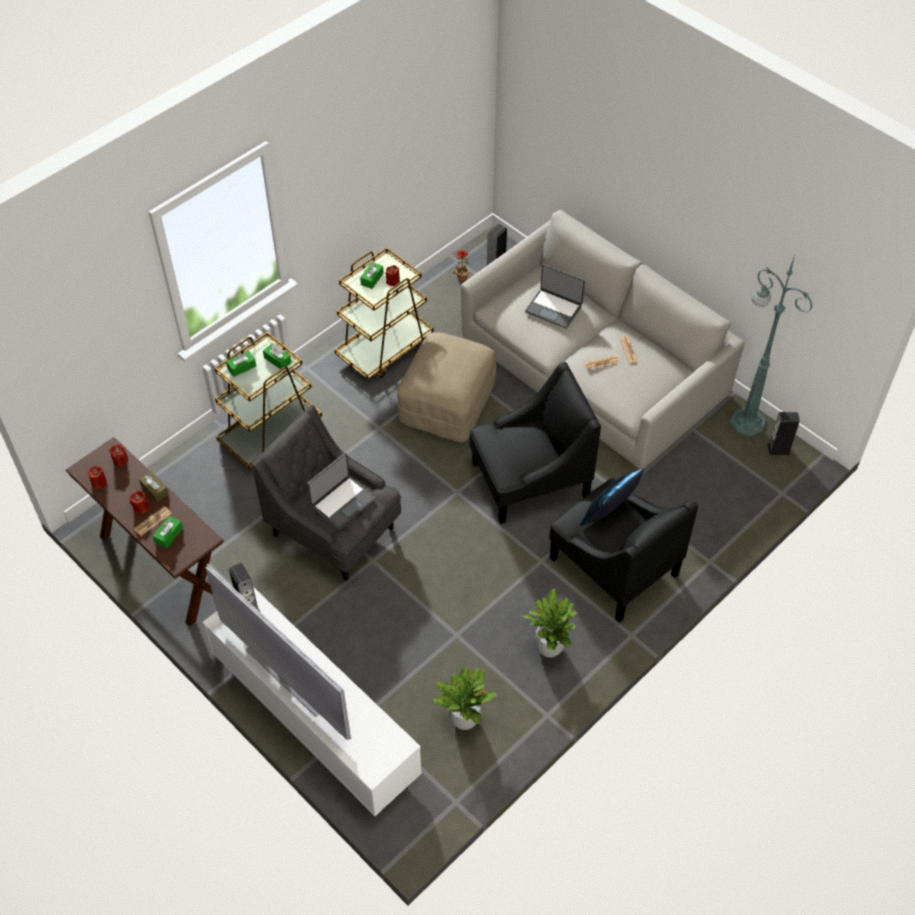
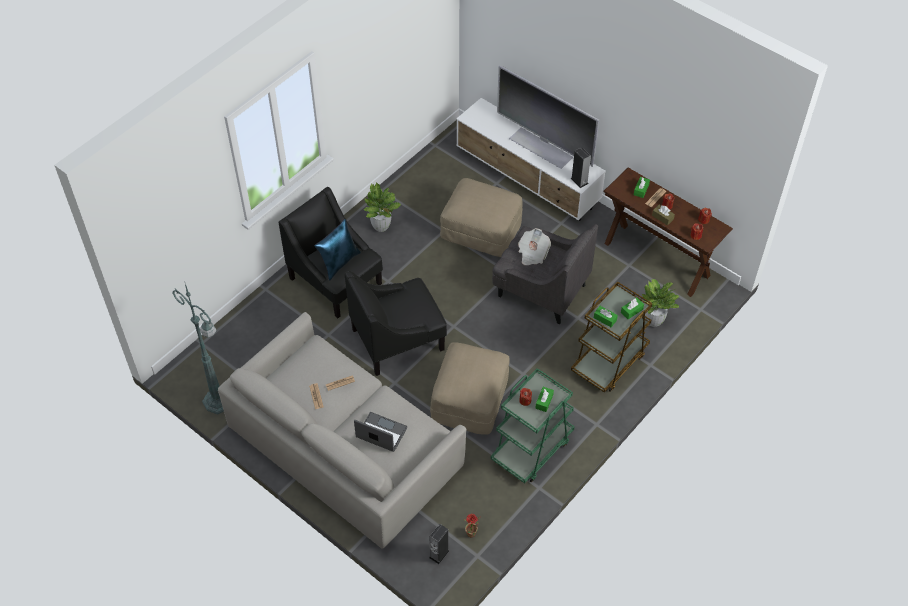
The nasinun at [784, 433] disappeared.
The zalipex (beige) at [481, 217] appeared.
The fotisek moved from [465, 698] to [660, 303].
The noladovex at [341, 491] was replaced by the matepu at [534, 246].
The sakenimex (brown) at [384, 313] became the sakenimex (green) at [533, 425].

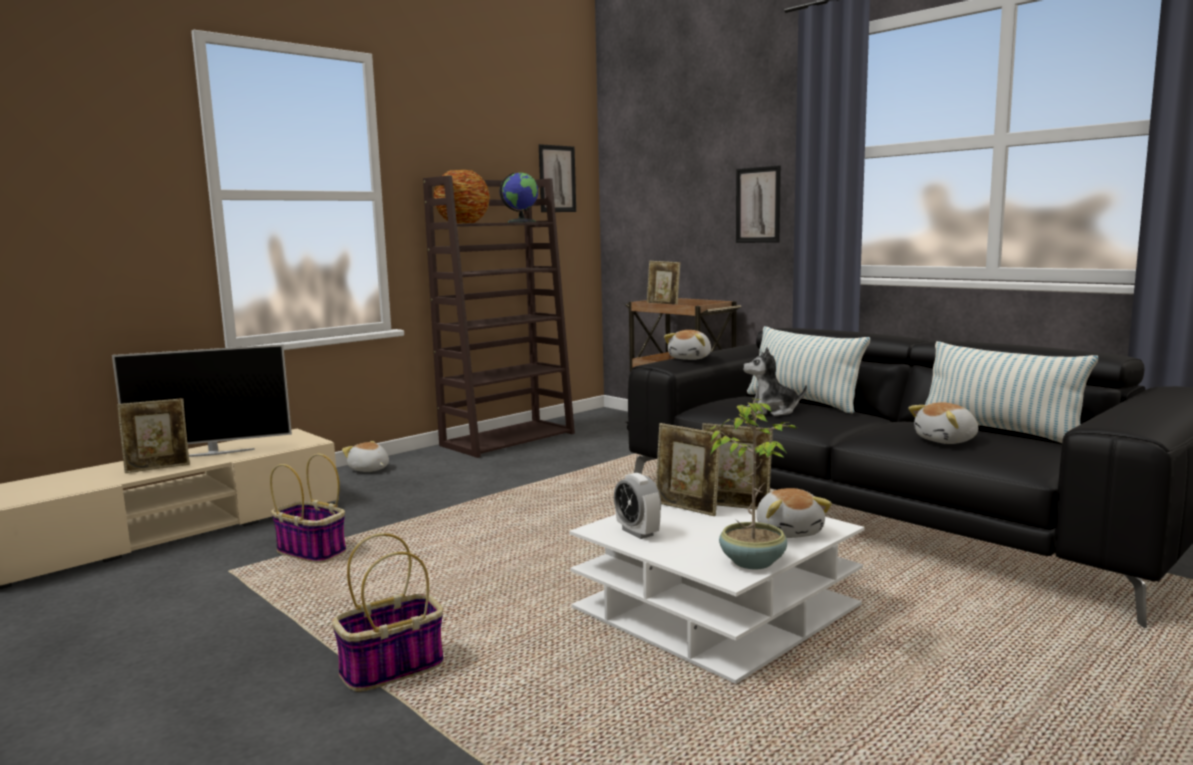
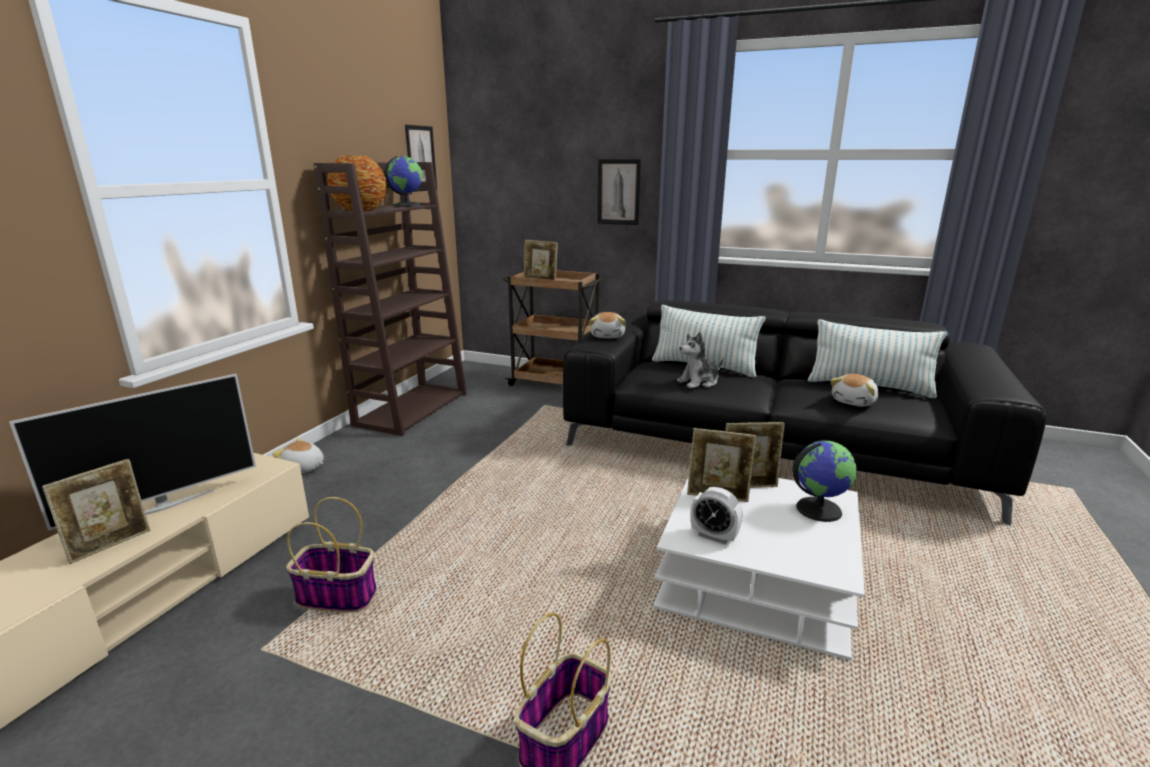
The fotisek at [752, 483] disappeared.
The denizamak at [794, 513] was replaced by the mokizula at [824, 481].

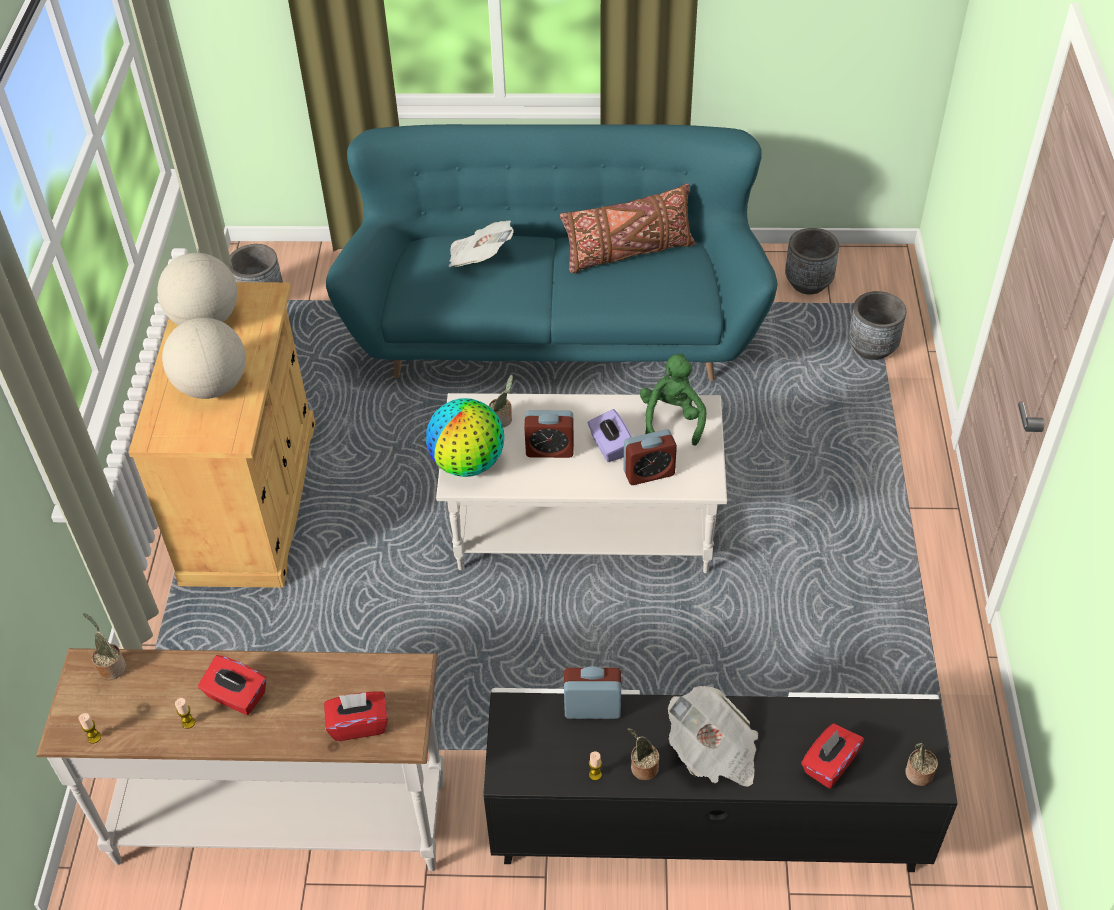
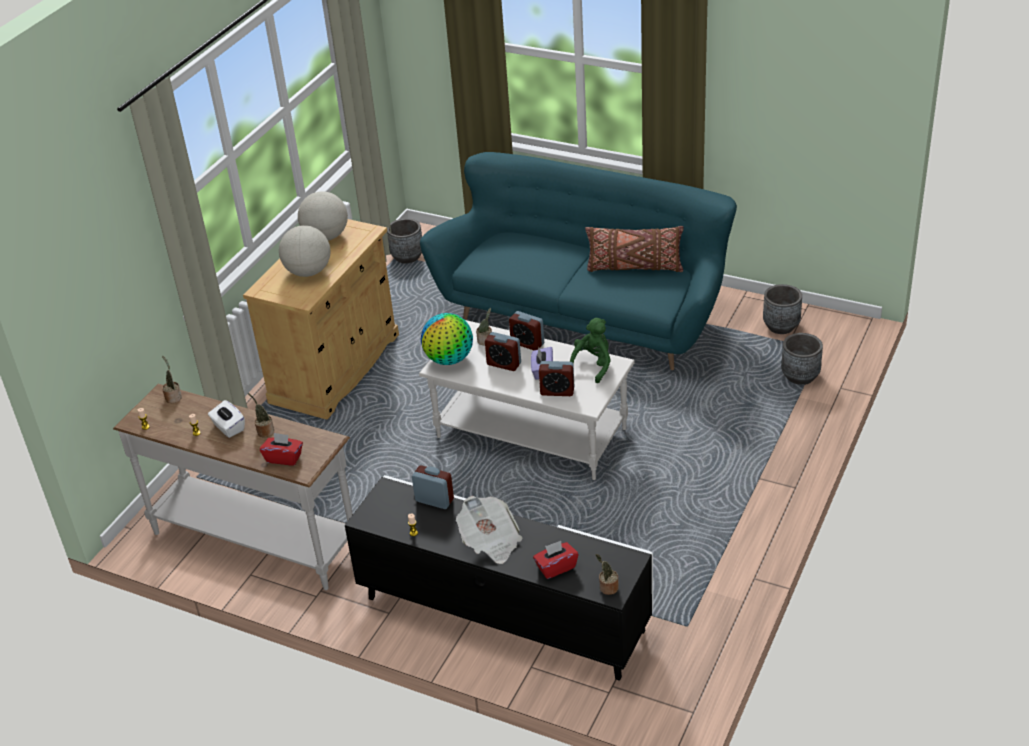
The matepu at [481, 243] disappeared.
The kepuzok at [526, 330] appeared.
The fotisek moved from [643, 754] to [261, 415].
The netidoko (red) at [232, 685] became the netidoko (white) at [226, 419].

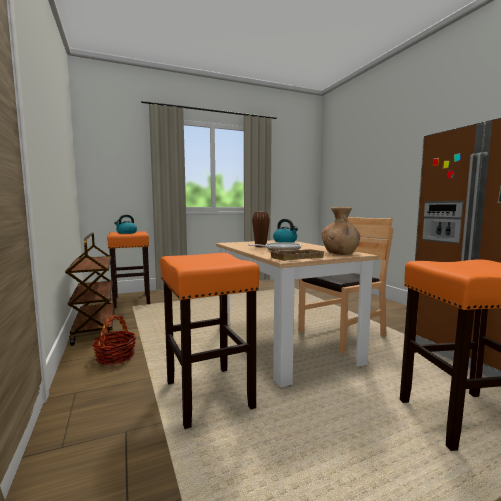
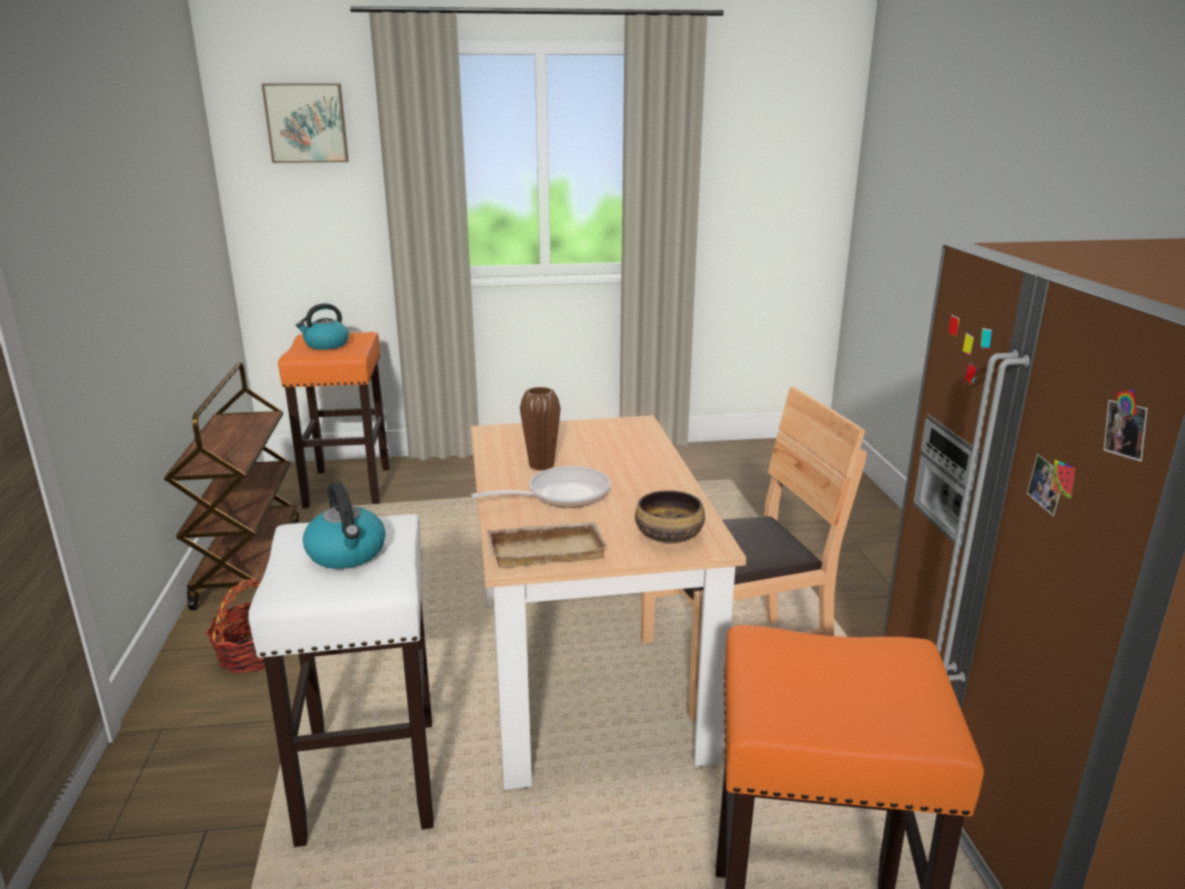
The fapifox at [305, 123] appeared.
The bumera moved from [285, 231] to [344, 525].
The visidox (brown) at [341, 231] was replaced by the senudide at [670, 516].
The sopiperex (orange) at [209, 341] became the sopiperex (white) at [340, 680].

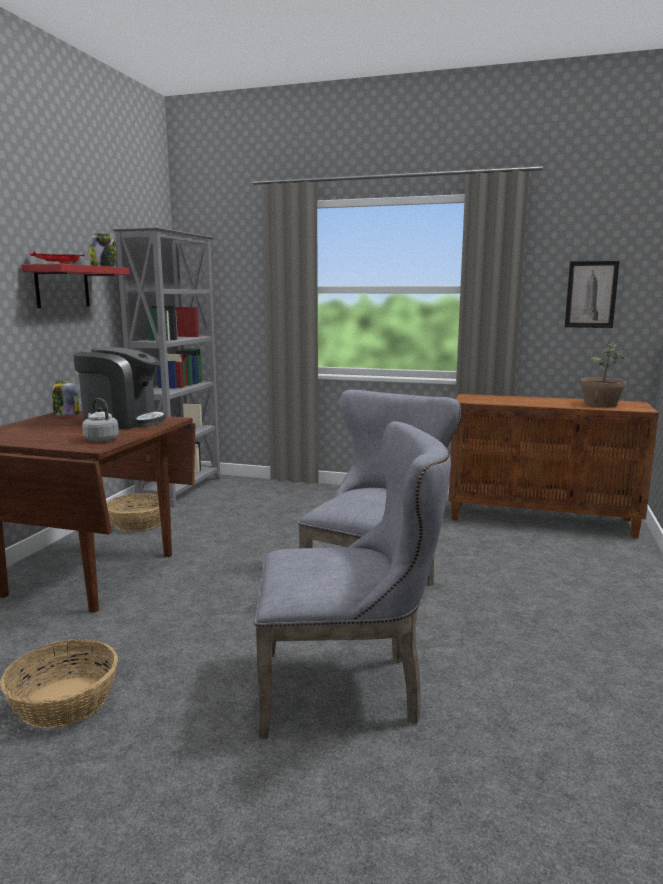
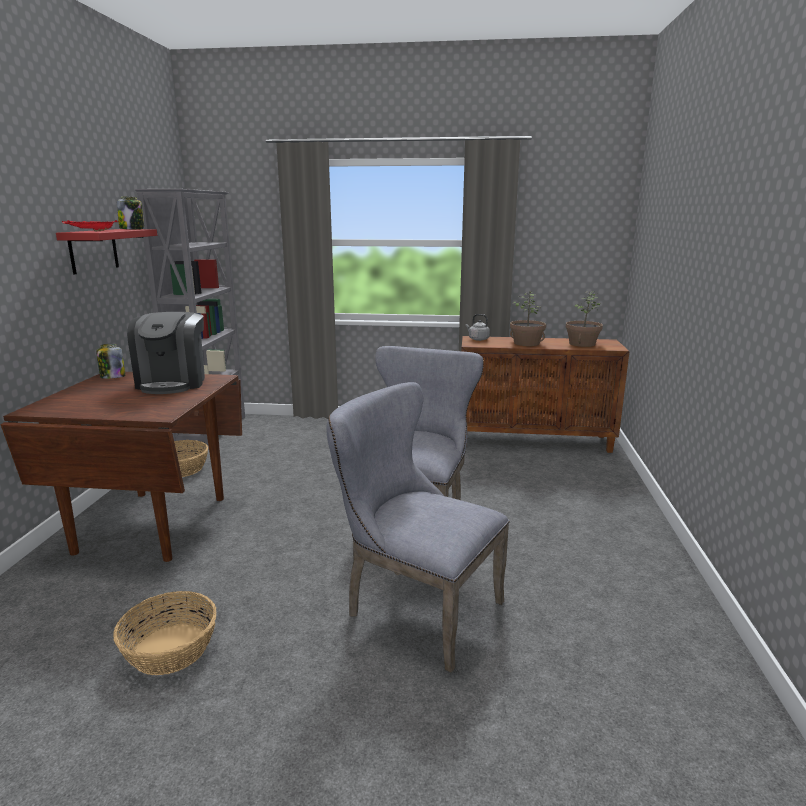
The fapifox at [592, 294] disappeared.
The fotisek at [528, 319] appeared.
The bumera (grey) moved from [100, 420] to [478, 327].
The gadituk at [119, 388] turned 90 degrees clockwise.
The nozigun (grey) at [353, 580] turned 135 degrees counterclockwise.

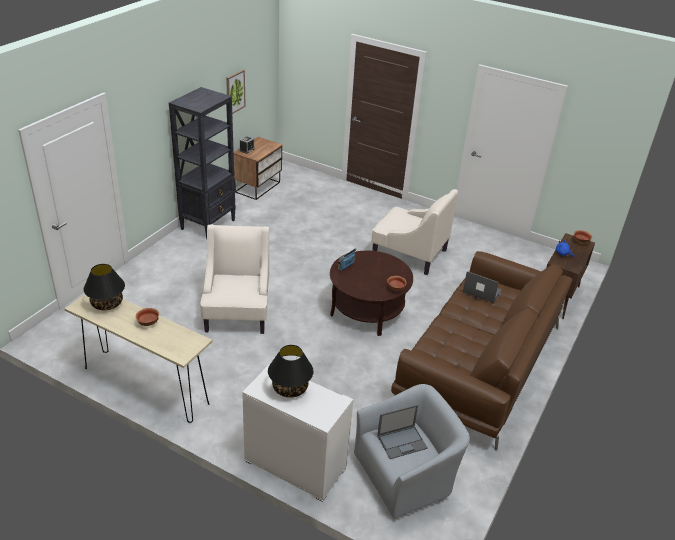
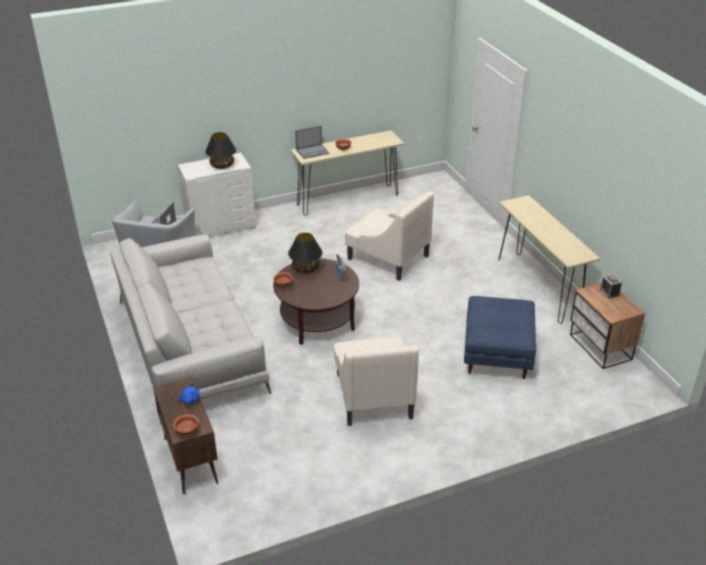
The fapifox at [236, 92] disappeared.
The zalipex (blue) at [500, 337] appeared.
The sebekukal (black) moved from [104, 287] to [305, 253].
The noladovex moved from [482, 287] to [312, 142].
The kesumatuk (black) at [202, 163] was replaced by the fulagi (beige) at [549, 259].
The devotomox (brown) at [482, 351] became the devotomox (grey) at [190, 330].
The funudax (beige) at [414, 232] turned 75 degrees counterclockwise.

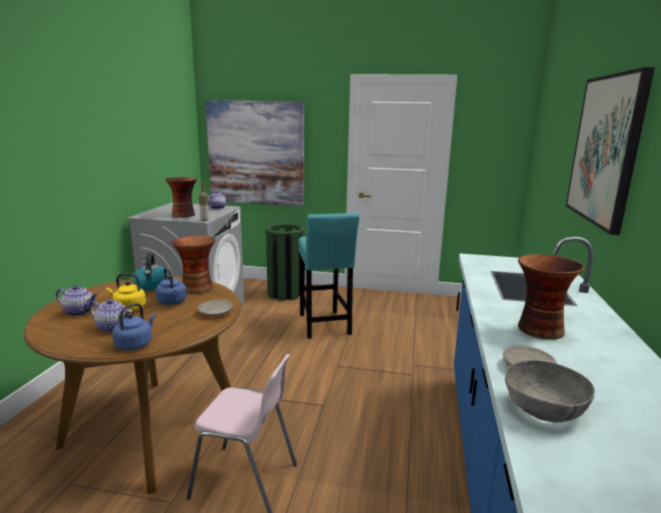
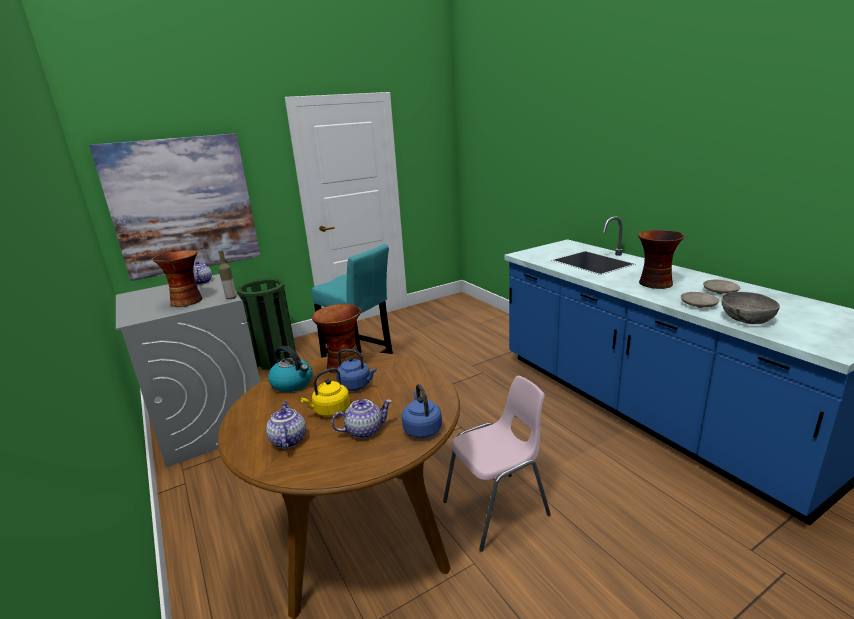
The fapifox at [610, 151] disappeared.
The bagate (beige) moved from [214, 308] to [721, 287].
The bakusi at [76, 300] turned 75 degrees counterclockwise.

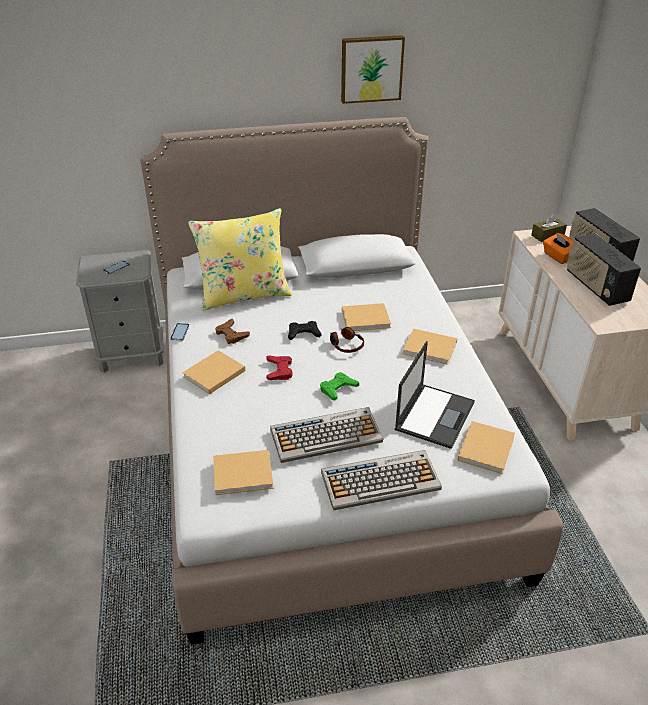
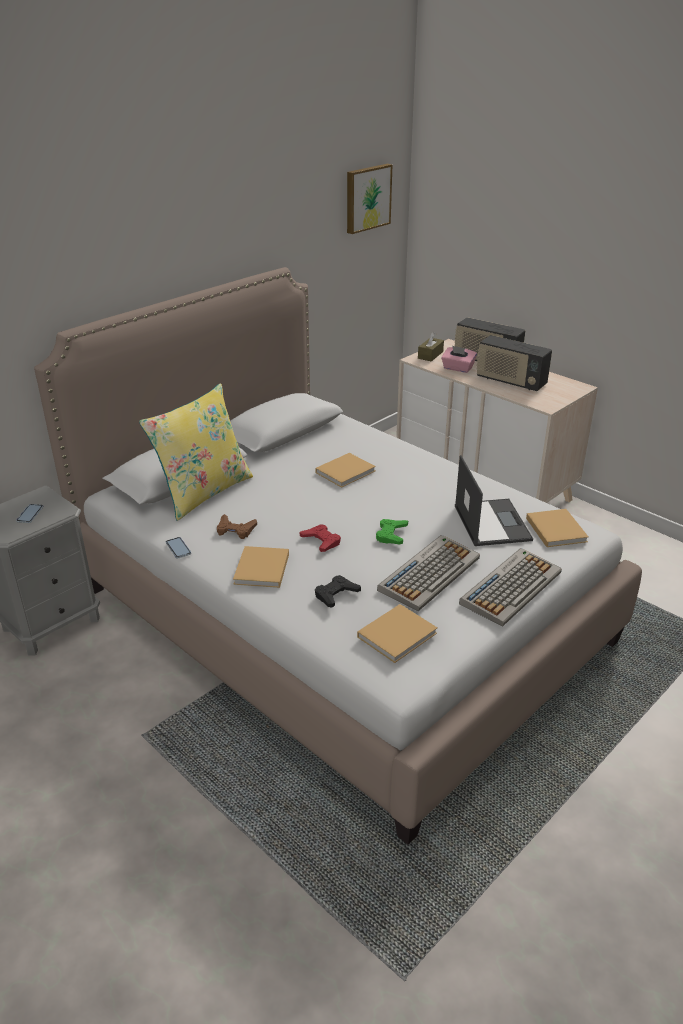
The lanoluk at [347, 340] disappeared.
The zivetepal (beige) at [430, 347] disappeared.
The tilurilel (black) moved from [304, 330] to [338, 591].
The fapifox moved from [373, 69] to [369, 199].
The netidoko (orange) at [558, 248] became the netidoko (pink) at [459, 359].

